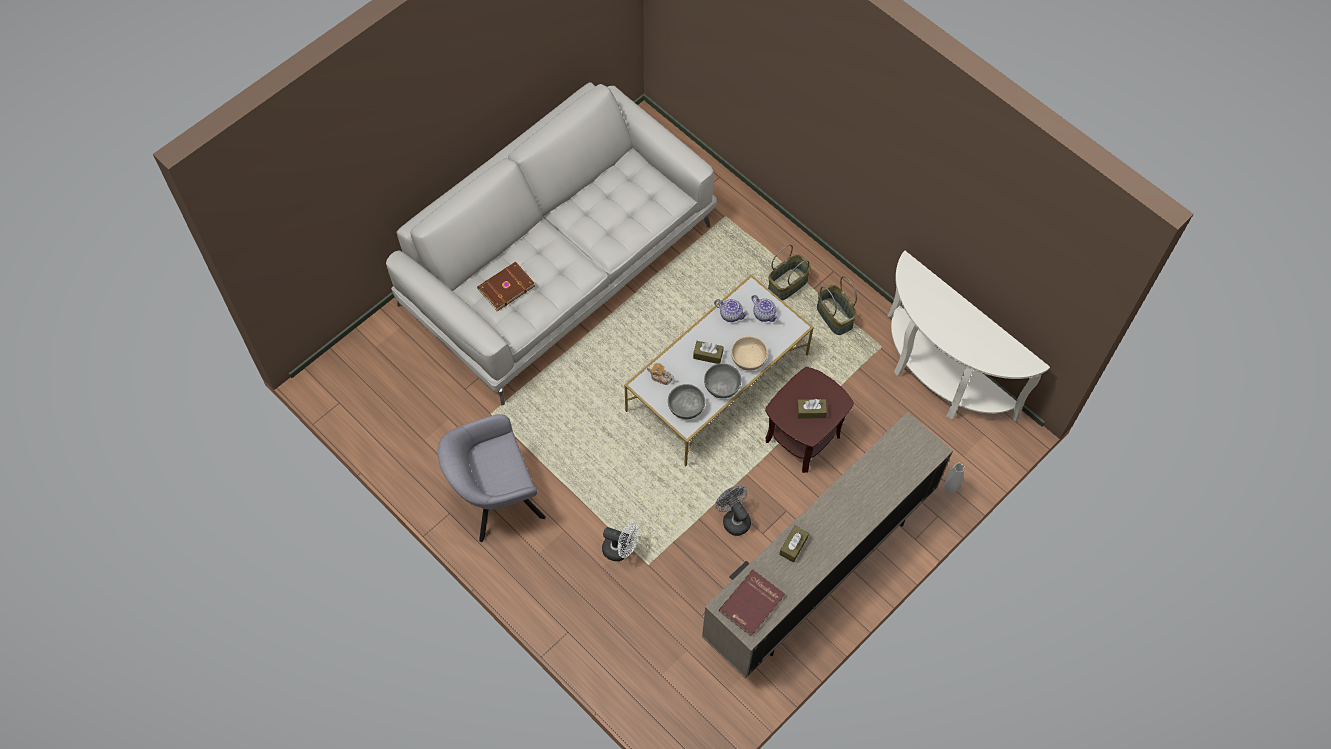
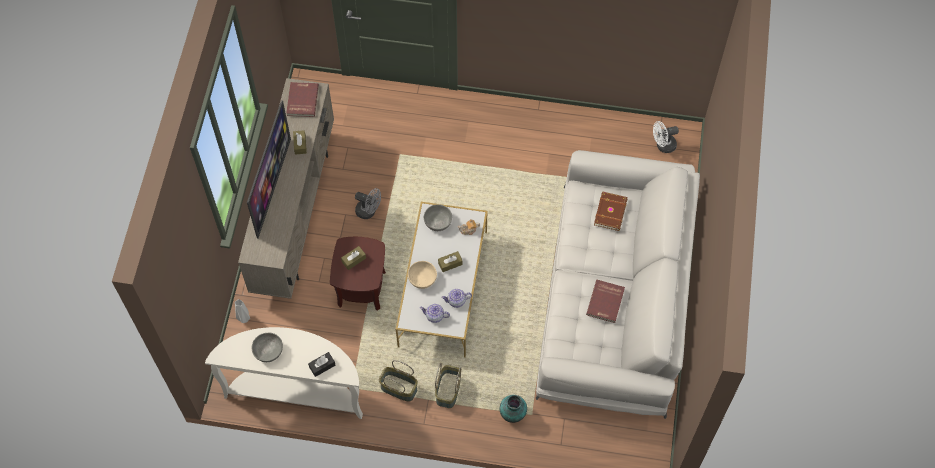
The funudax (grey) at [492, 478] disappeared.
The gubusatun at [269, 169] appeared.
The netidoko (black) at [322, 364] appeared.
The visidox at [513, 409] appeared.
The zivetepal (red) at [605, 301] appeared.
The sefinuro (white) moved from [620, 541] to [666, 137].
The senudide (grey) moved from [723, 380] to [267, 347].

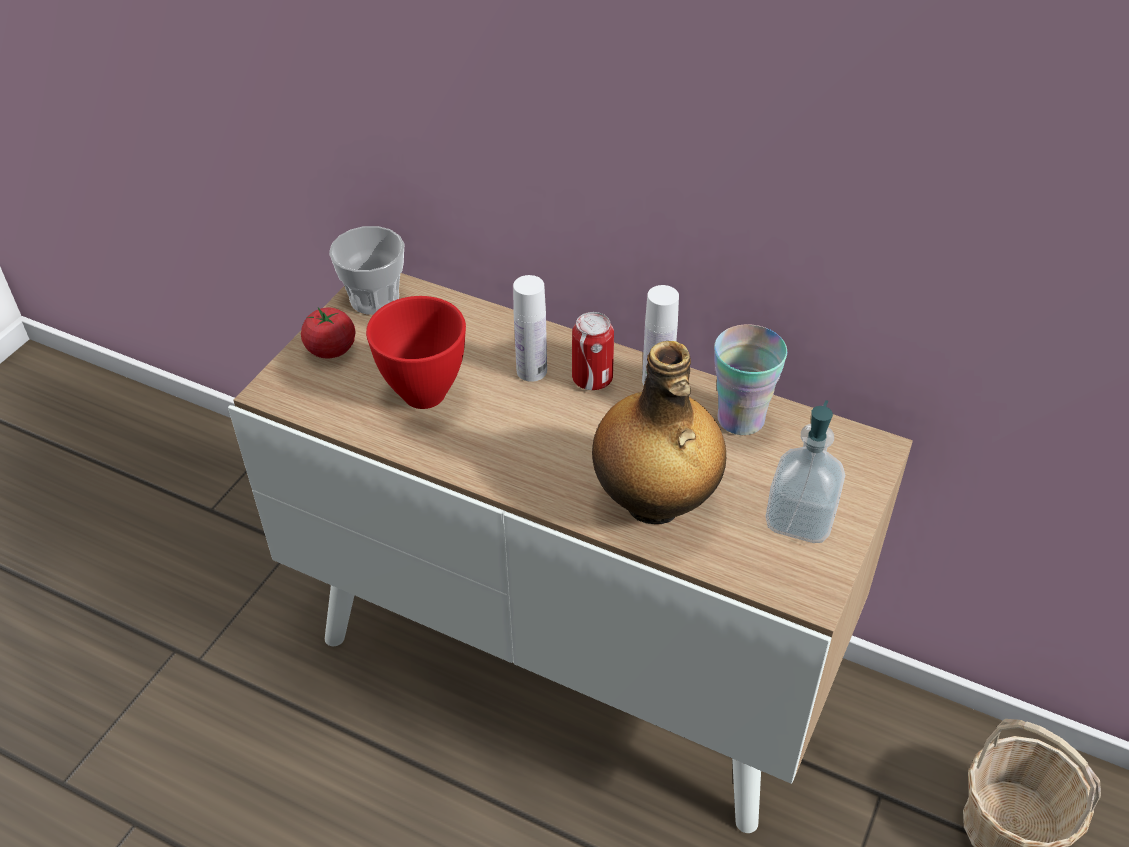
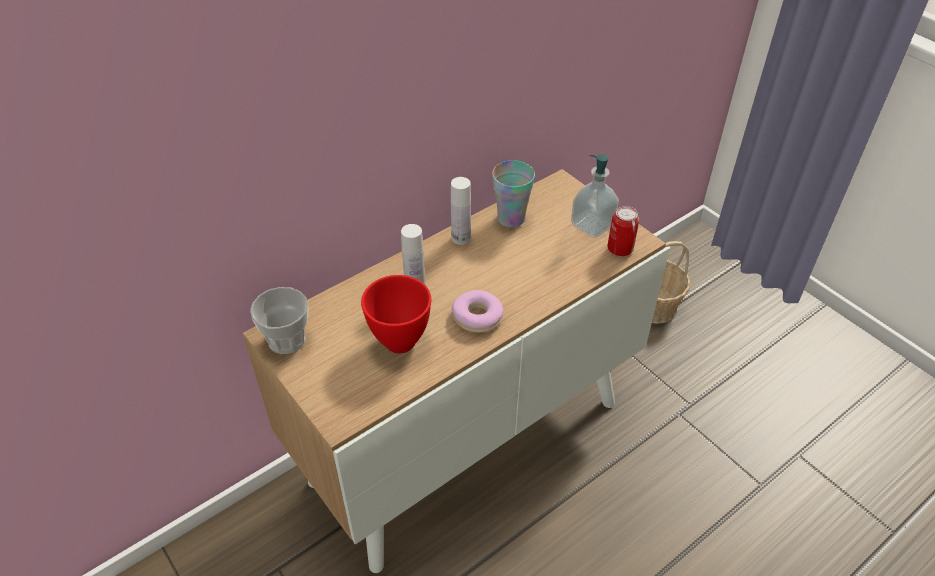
The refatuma at [328, 333] disappeared.
The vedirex at [659, 432] disappeared.
The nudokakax at [477, 311] appeared.
The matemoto moved from [593, 351] to [623, 231].

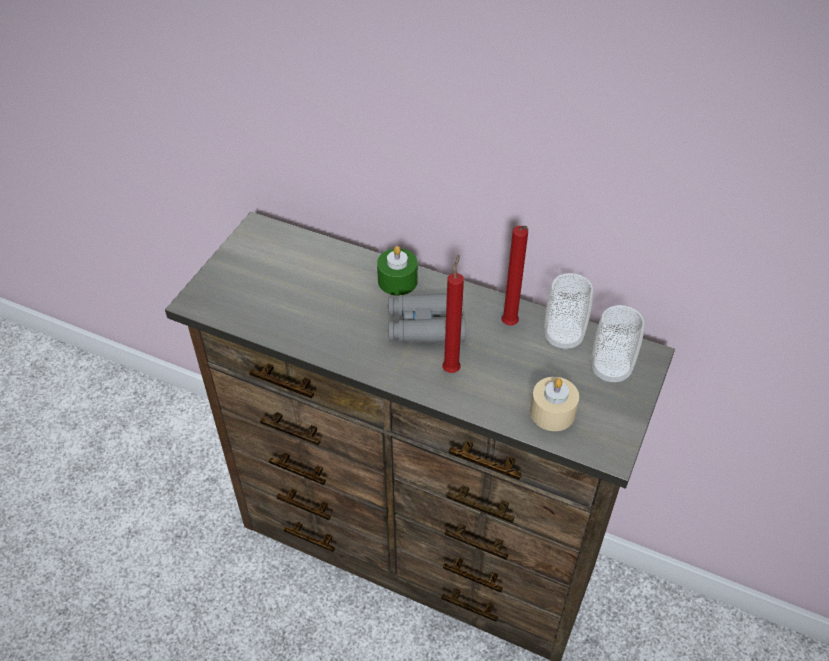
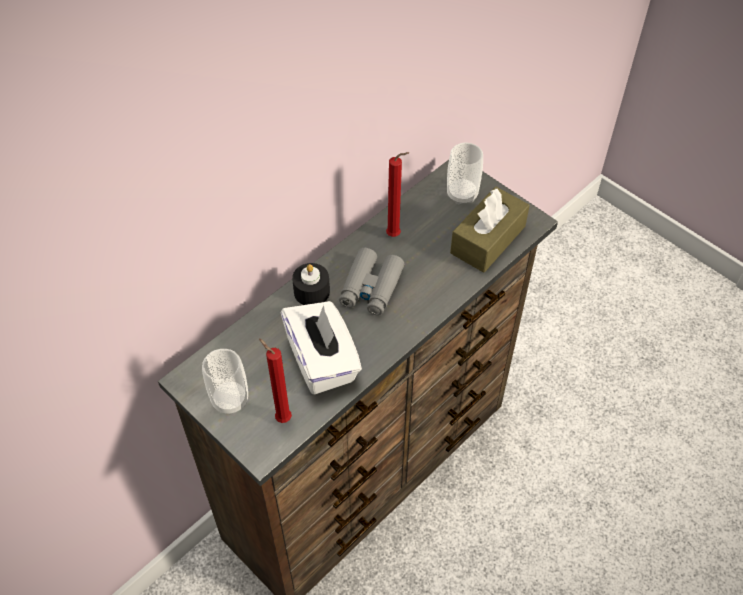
The netidoko (white) at [321, 347] appeared.
The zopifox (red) moved from [453, 314] to [275, 381].
The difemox moved from [569, 312] to [225, 382].
The zopifox (beige) at [554, 404] was replaced by the netidoko (brown) at [490, 230].
The zopifox (green) at [397, 271] became the zopifox (black) at [311, 284].

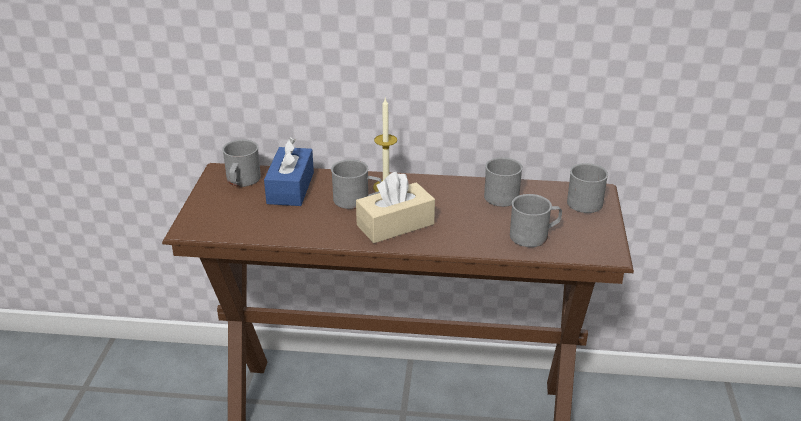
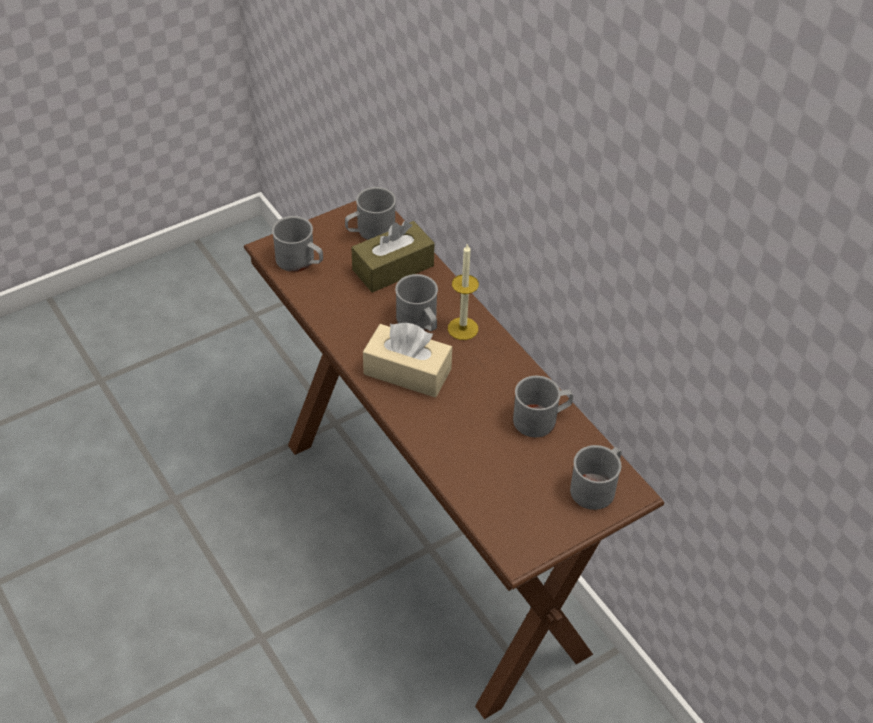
The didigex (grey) moved from [536, 220] to [297, 244].
The netidoko (blue) at [289, 171] became the netidoko (brown) at [392, 257].

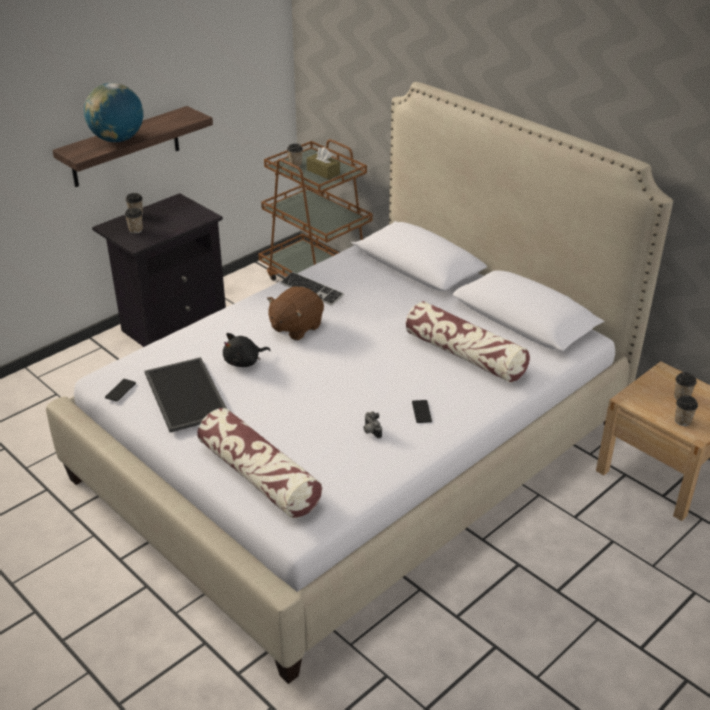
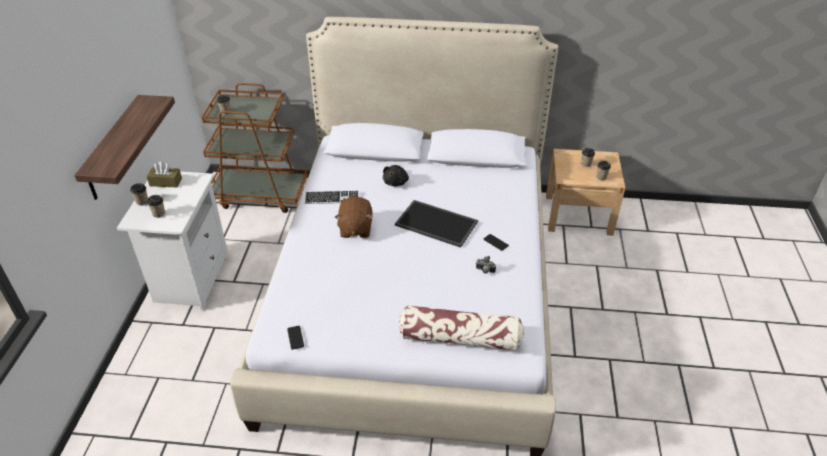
The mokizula at [113, 112] disappeared.
The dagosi at [468, 342] disappeared.
The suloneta moved from [186, 395] to [436, 224].
The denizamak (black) moved from [247, 350] to [396, 175].
The netidoko (brown) moved from [323, 163] to [164, 174].
The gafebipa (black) at [159, 270] became the gafebipa (white) at [173, 241].

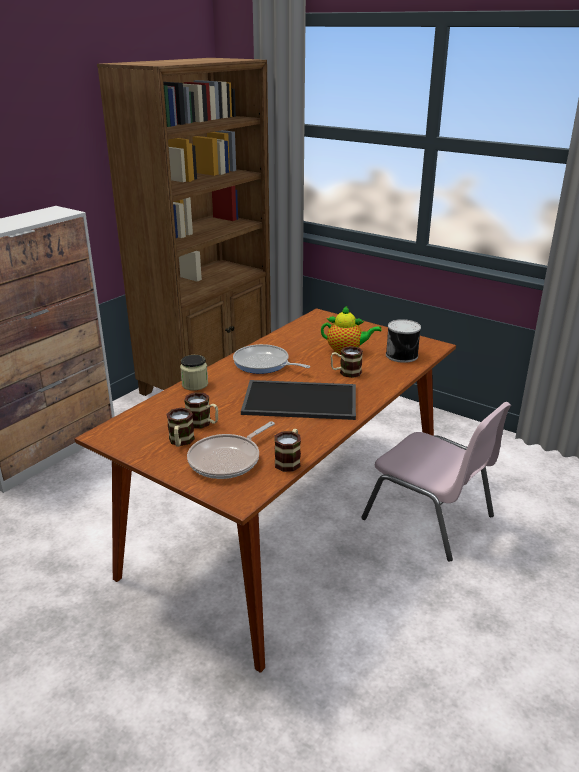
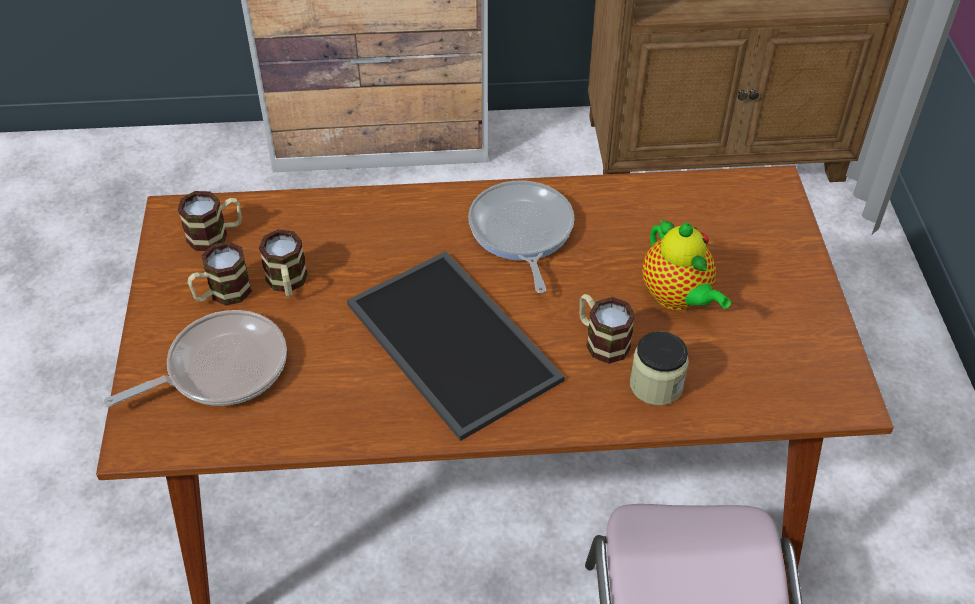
The matemoto at [403, 341] disappeared.
The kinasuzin moved from [194, 373] to [659, 368].
The didigex moved from [287, 450] to [210, 221].
The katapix at [231, 450] turned 150 degrees clockwise.

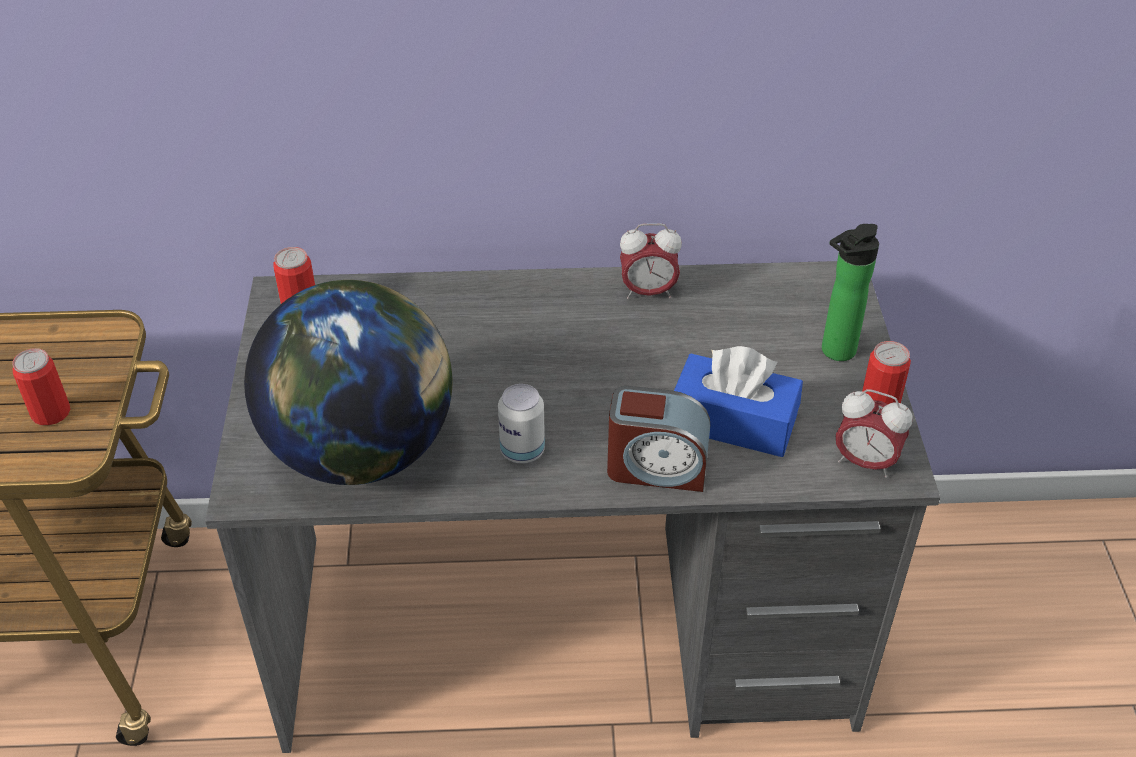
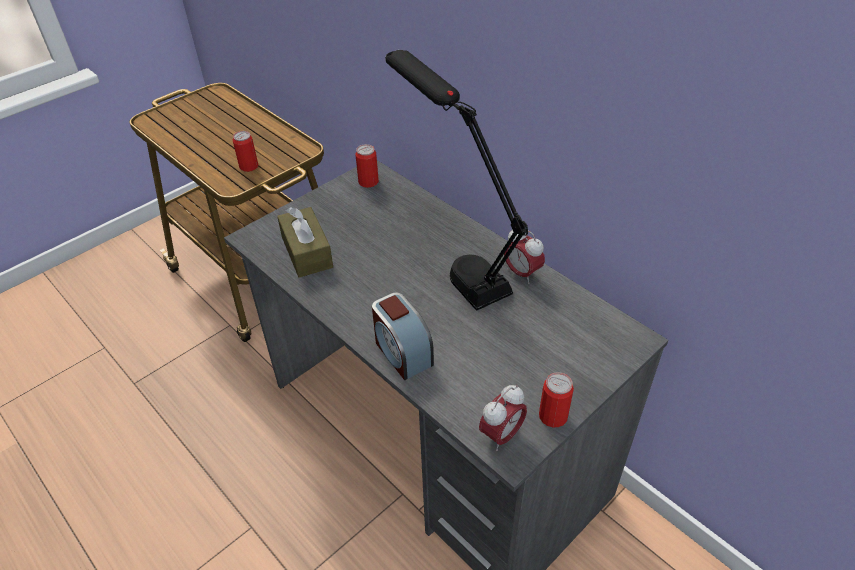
The matemoto at [521, 424] disappeared.
The netidoko (blue) at [738, 401] disappeared.
The vedirex at [850, 292] disappeared.
The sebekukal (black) at [456, 180] appeared.
The mokizula at [348, 382] was replaced by the netidoko (brown) at [305, 242].
The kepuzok at [874, 433] turned 120 degrees counterclockwise.

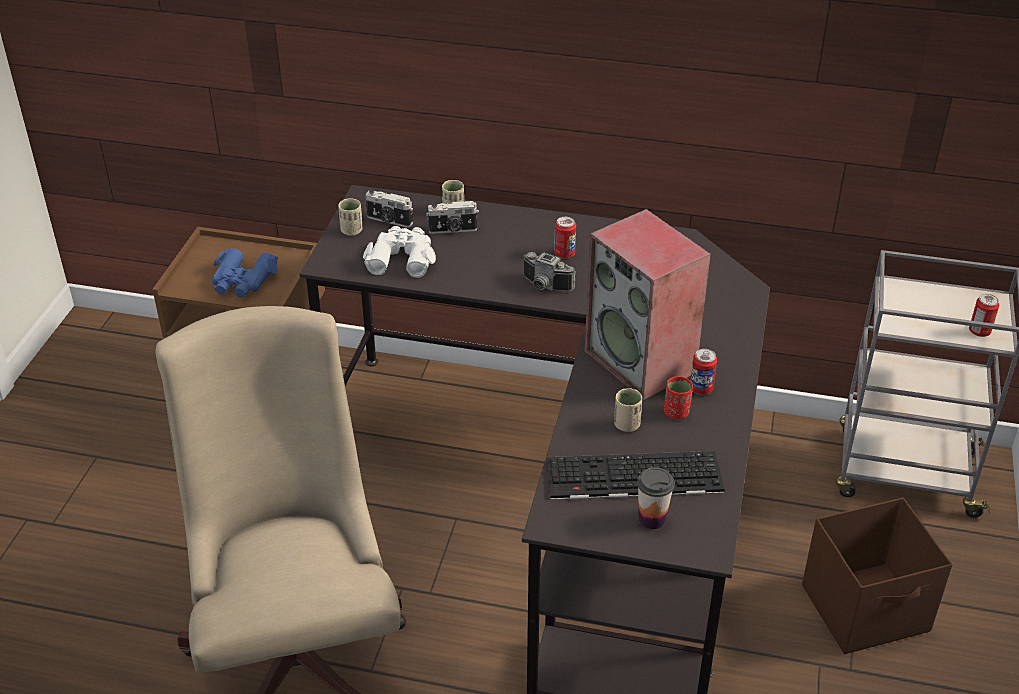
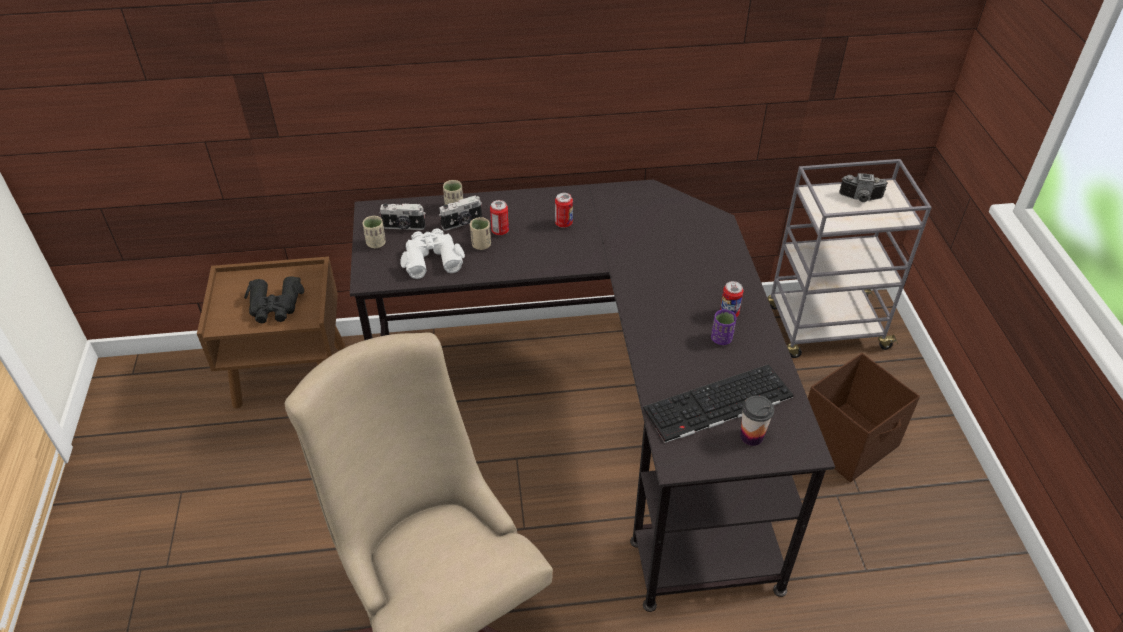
The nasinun at [648, 304] disappeared.
The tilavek moved from [549, 271] to [863, 187].
The difemox (beige) moved from [628, 410] to [480, 233].
The matemoto moved from [984, 315] to [499, 217].
The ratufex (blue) at [245, 272] became the ratufex (black) at [274, 299].
The difemox (red) at [678, 397] became the difemox (purple) at [724, 327].

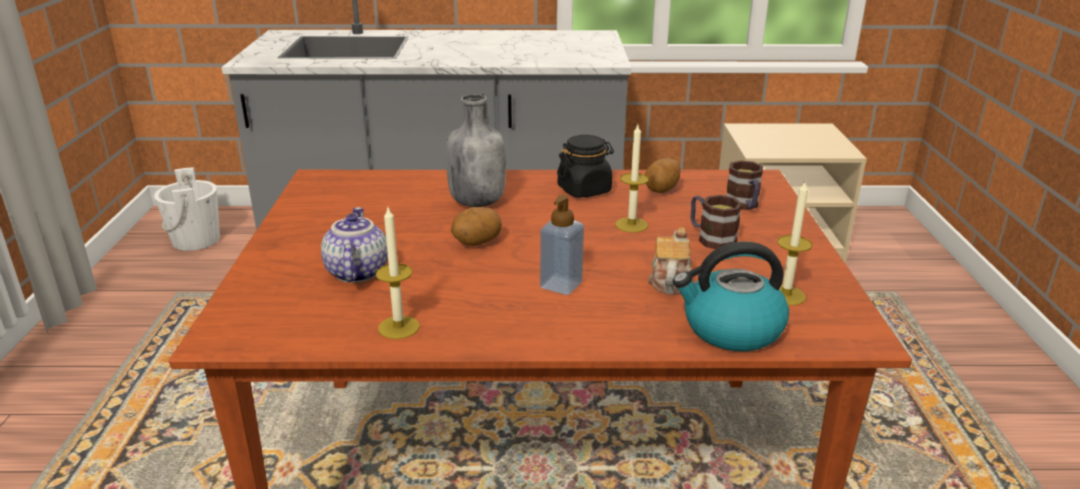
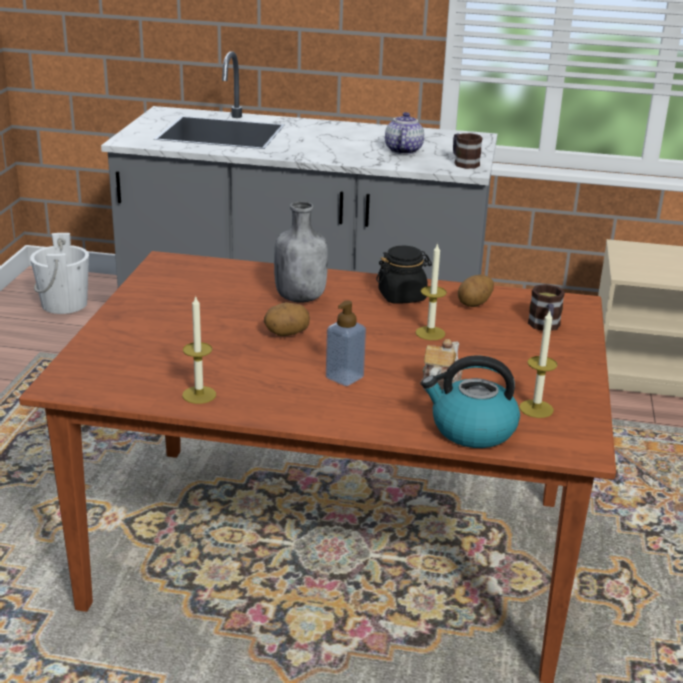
The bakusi moved from [354, 245] to [404, 133].
The didigex moved from [716, 222] to [468, 151].

